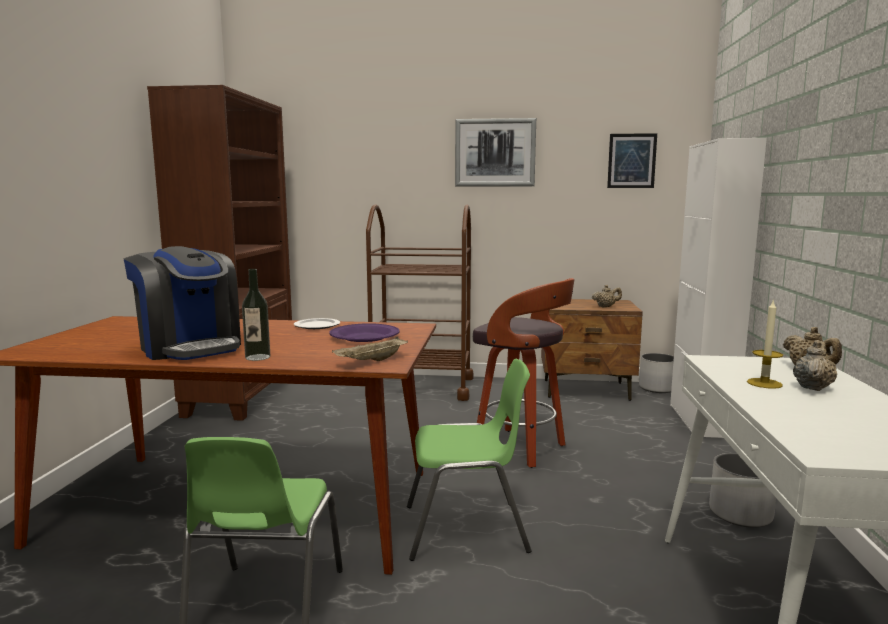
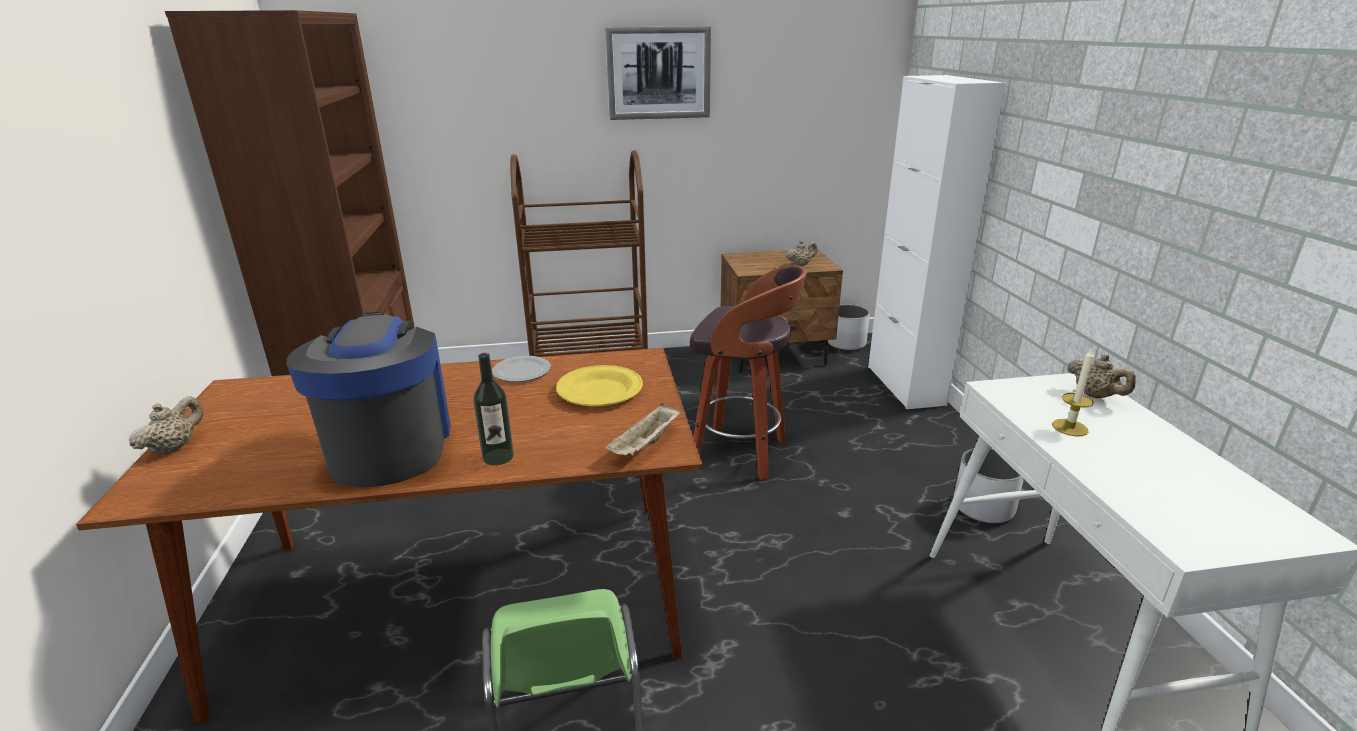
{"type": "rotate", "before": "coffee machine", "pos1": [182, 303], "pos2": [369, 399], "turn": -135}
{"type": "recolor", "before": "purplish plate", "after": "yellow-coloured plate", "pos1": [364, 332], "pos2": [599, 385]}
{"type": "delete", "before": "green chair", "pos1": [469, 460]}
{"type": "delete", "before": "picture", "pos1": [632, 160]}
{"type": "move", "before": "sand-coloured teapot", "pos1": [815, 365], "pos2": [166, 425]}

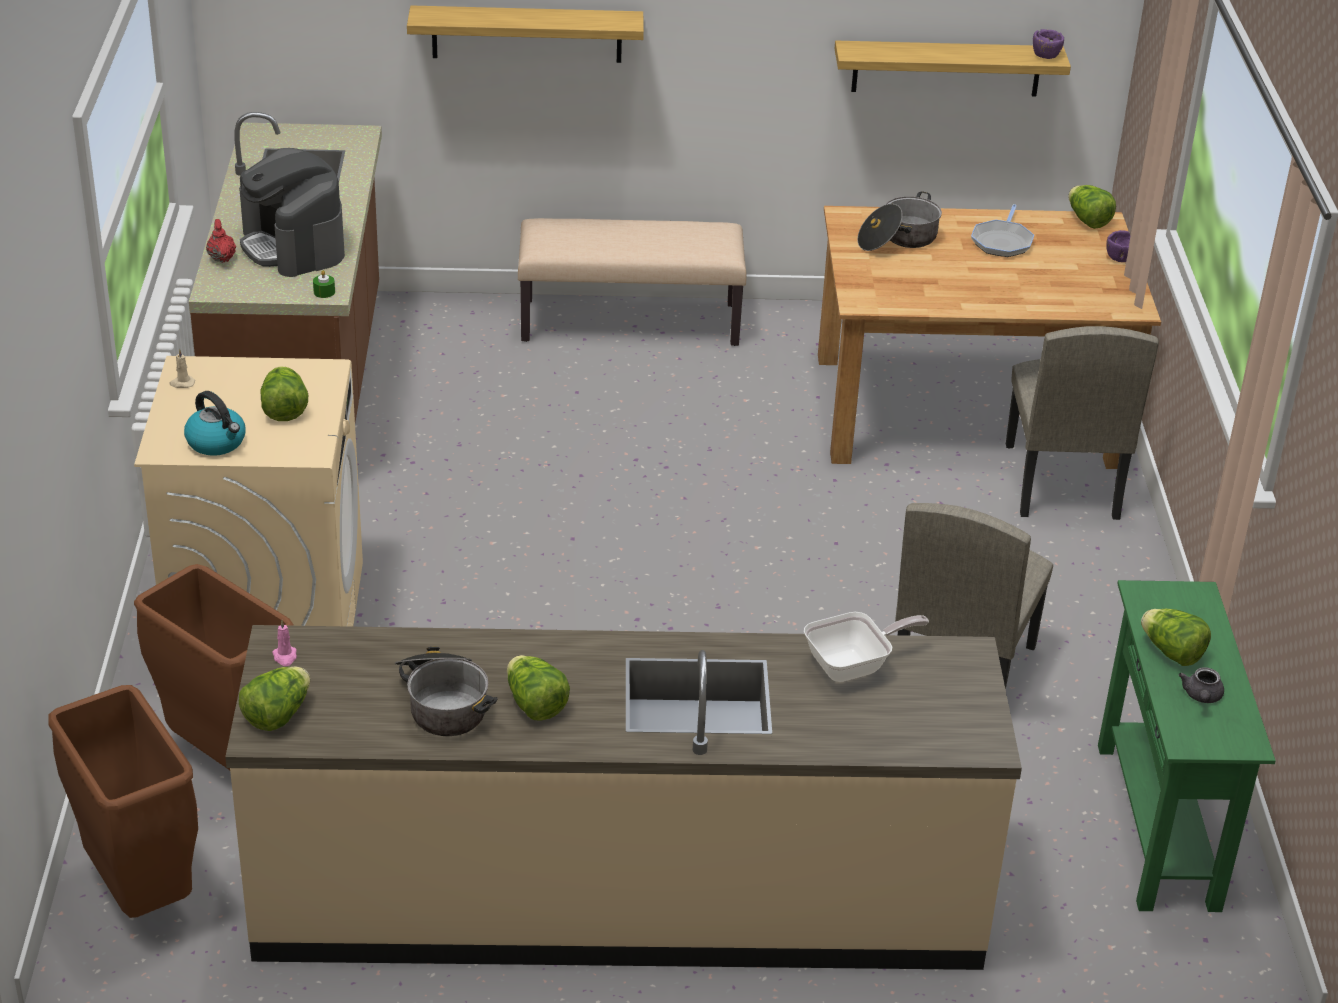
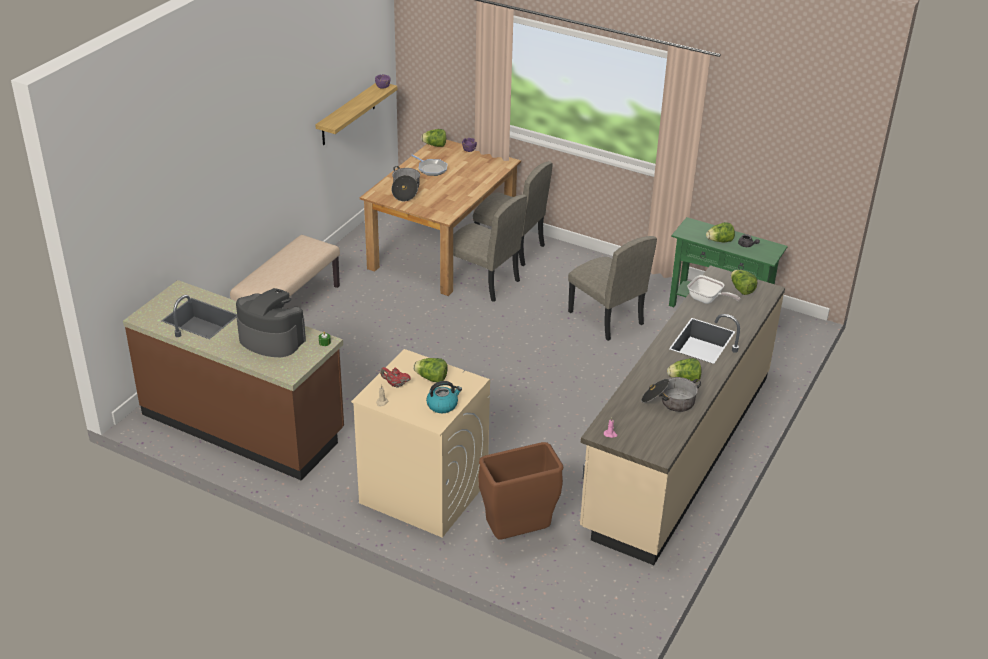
{"type": "delete", "before": "brownish trash can", "pos1": [123, 801]}
{"type": "move", "before": "red teapot", "pos1": [221, 241], "pos2": [395, 377]}
{"type": "rotate", "before": "coffee machine", "pos1": [292, 212], "pos2": [271, 322], "turn": -150}
{"type": "move", "before": "head of lettuce", "pos1": [274, 698], "pos2": [744, 282]}
{"type": "delete", "before": "wall shelf", "pos1": [525, 34]}
{"type": "rotate", "before": "frying pan", "pos1": [866, 647], "pos2": [714, 289], "turn": 120}
{"type": "insert", "after": "sand-coloured chair", "pos2": [490, 248]}

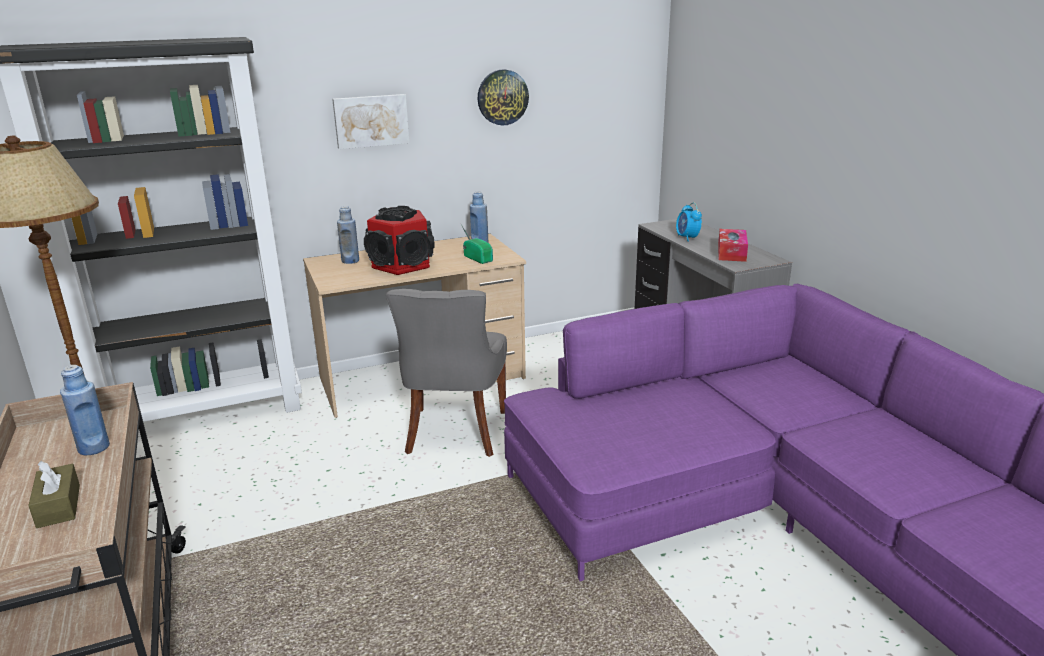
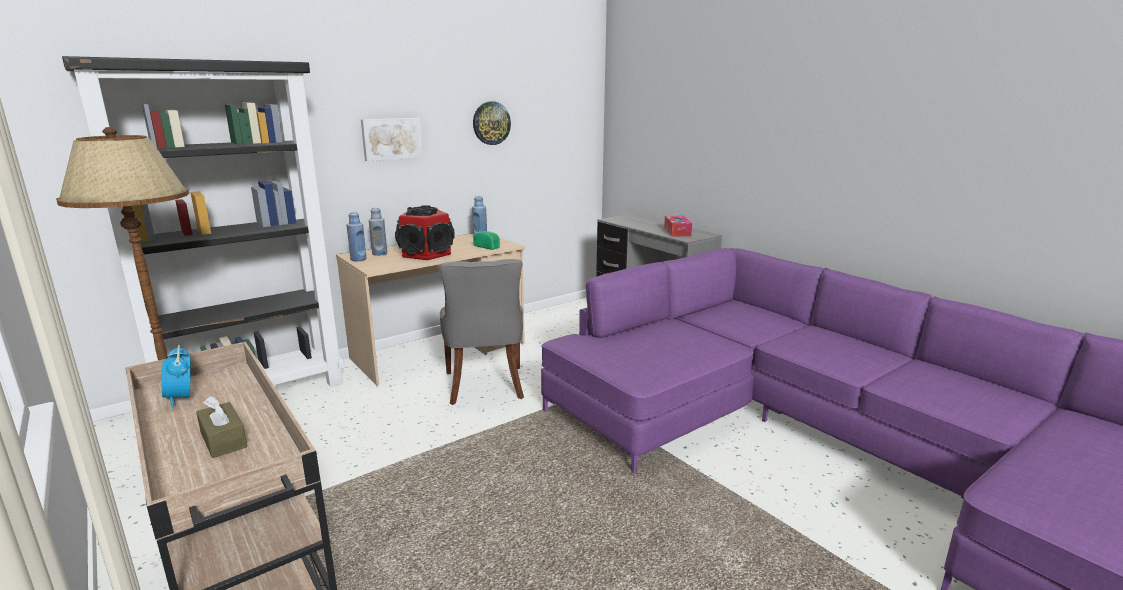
{"type": "move", "before": "bluish beverage bottle", "pos1": [85, 410], "pos2": [357, 236]}
{"type": "move", "before": "table clock", "pos1": [689, 222], "pos2": [176, 376]}

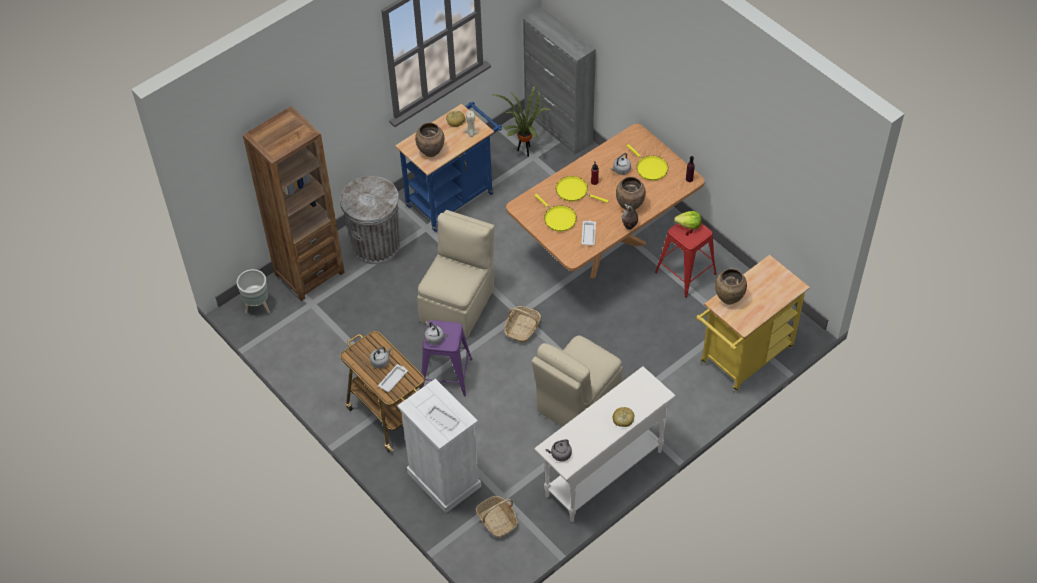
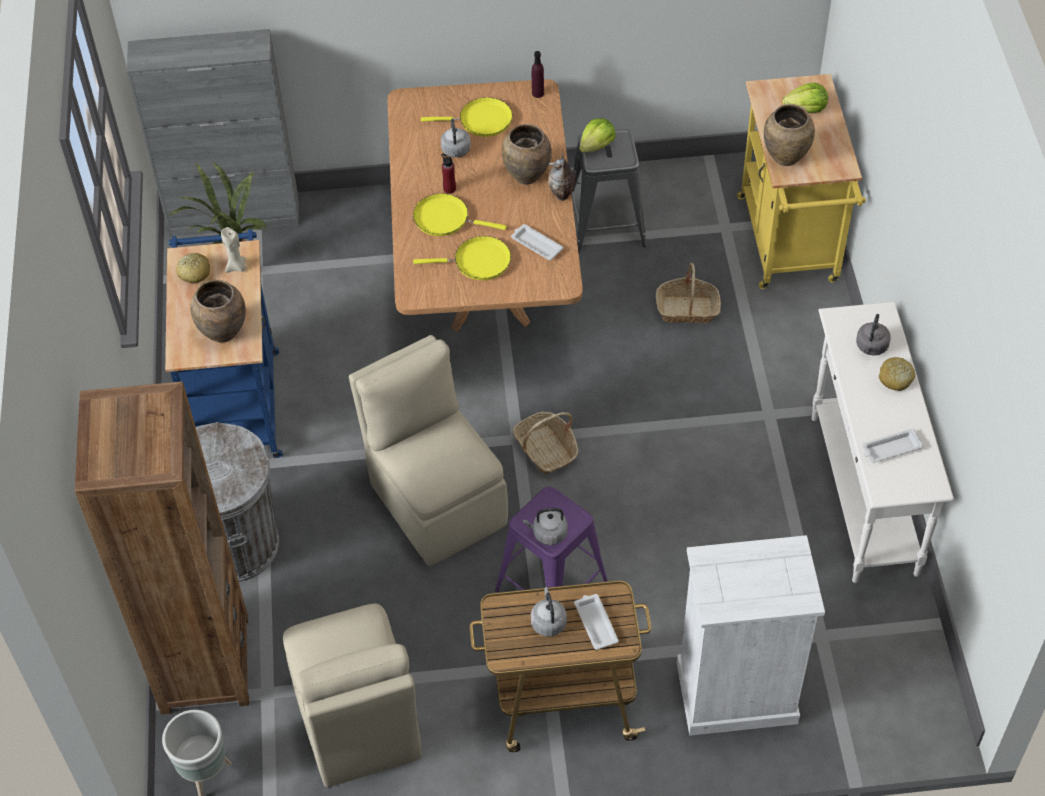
{"type": "move", "before": "white serving tray", "pos1": [443, 417], "pos2": [893, 445]}
{"type": "move", "before": "household basket", "pos1": [497, 516], "pos2": [688, 293]}
{"type": "move", "before": "sand-coloured chair", "pos1": [577, 381], "pos2": [352, 695]}
{"type": "move", "before": "greyish kettle", "pos1": [558, 450], "pos2": [873, 335]}
{"type": "rotate", "before": "yellow-coloured frying pan", "pos1": [582, 189], "pos2": [460, 215], "turn": 45}
{"type": "recolor", "before": "red stool seat", "after": "greyish stool seat", "pos1": [685, 260], "pos2": [609, 191]}
{"type": "insert", "after": "head of lettuce", "pos2": [805, 98]}

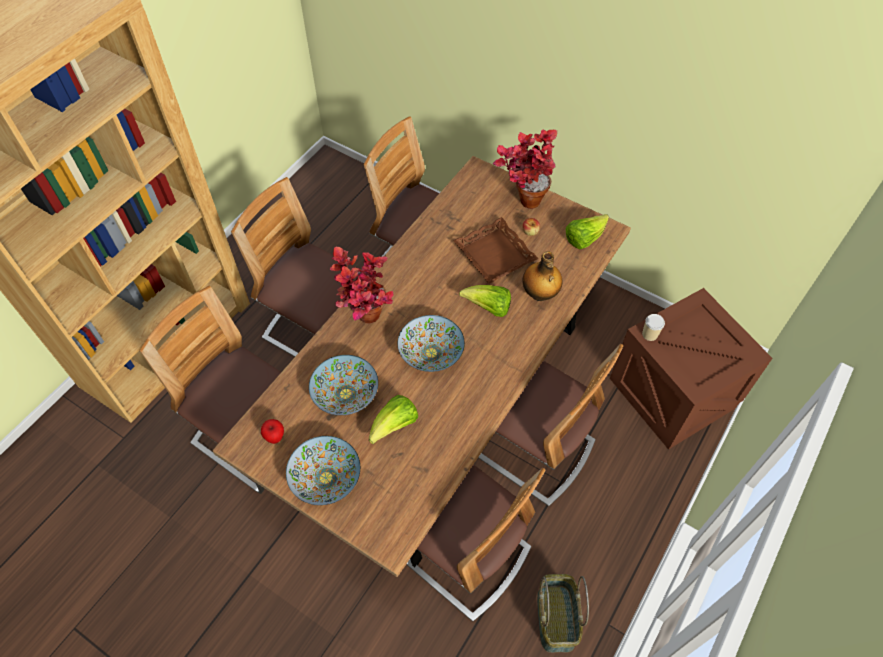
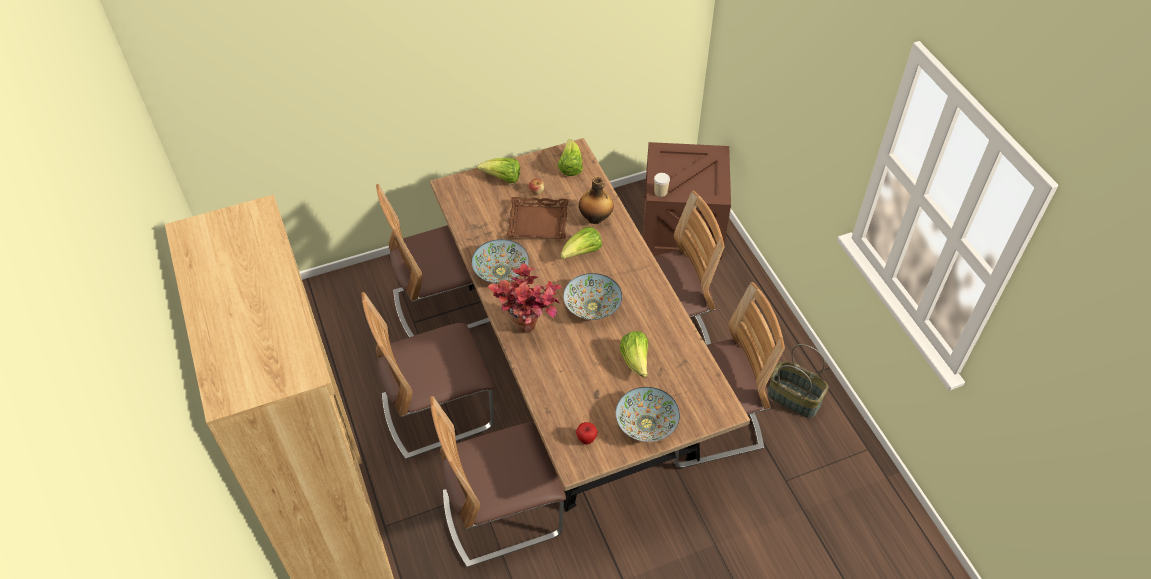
{"type": "move", "before": "deep dish", "pos1": [343, 385], "pos2": [500, 261]}
{"type": "replace", "before": "houseplant", "after": "head of lettuce", "pos1": [525, 169], "pos2": [498, 170]}

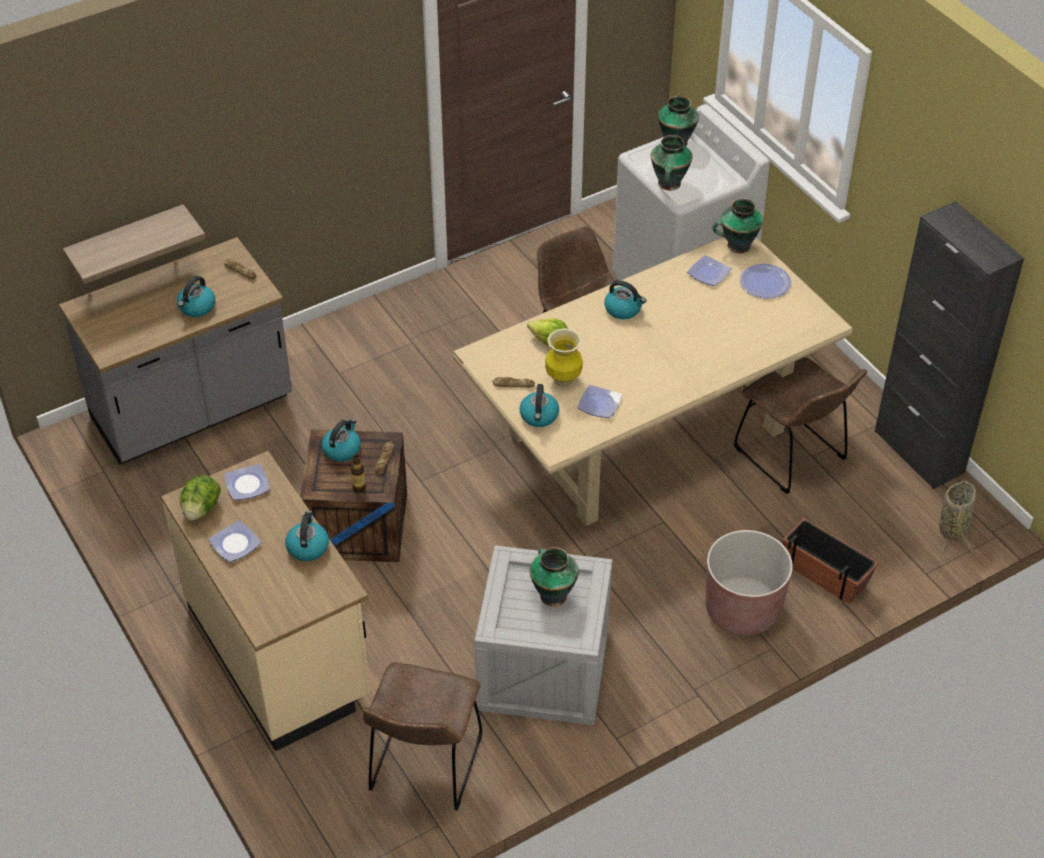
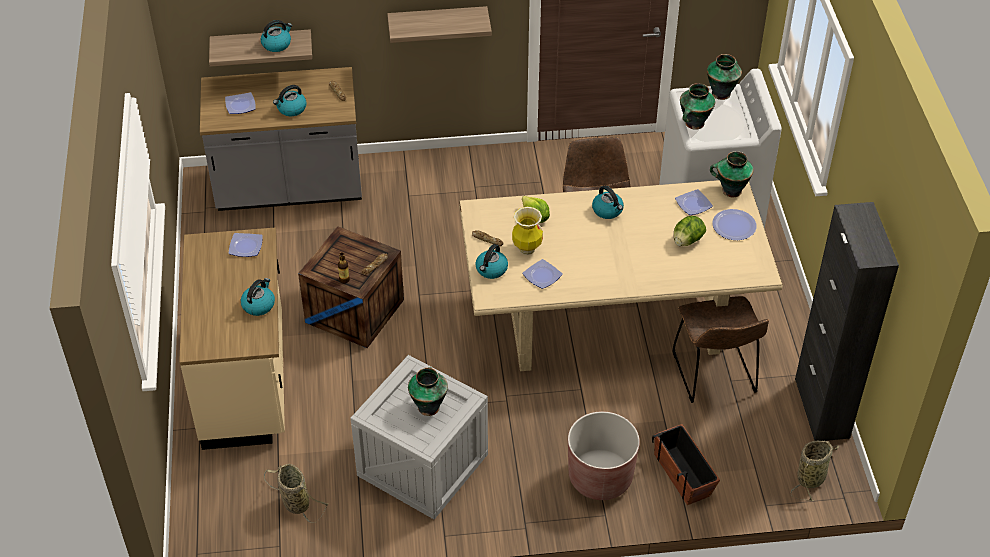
{"type": "move", "before": "head of lettuce", "pos1": [200, 497], "pos2": [690, 231]}
{"type": "move", "before": "plate", "pos1": [234, 541], "pos2": [240, 103]}
{"type": "move", "before": "kettle", "pos1": [341, 440], "pos2": [276, 36]}
{"type": "replace", "before": "brownish chair", "after": "household basket", "pos1": [422, 737], "pos2": [296, 493]}
{"type": "insert", "after": "wall shelf", "pos2": [439, 24]}

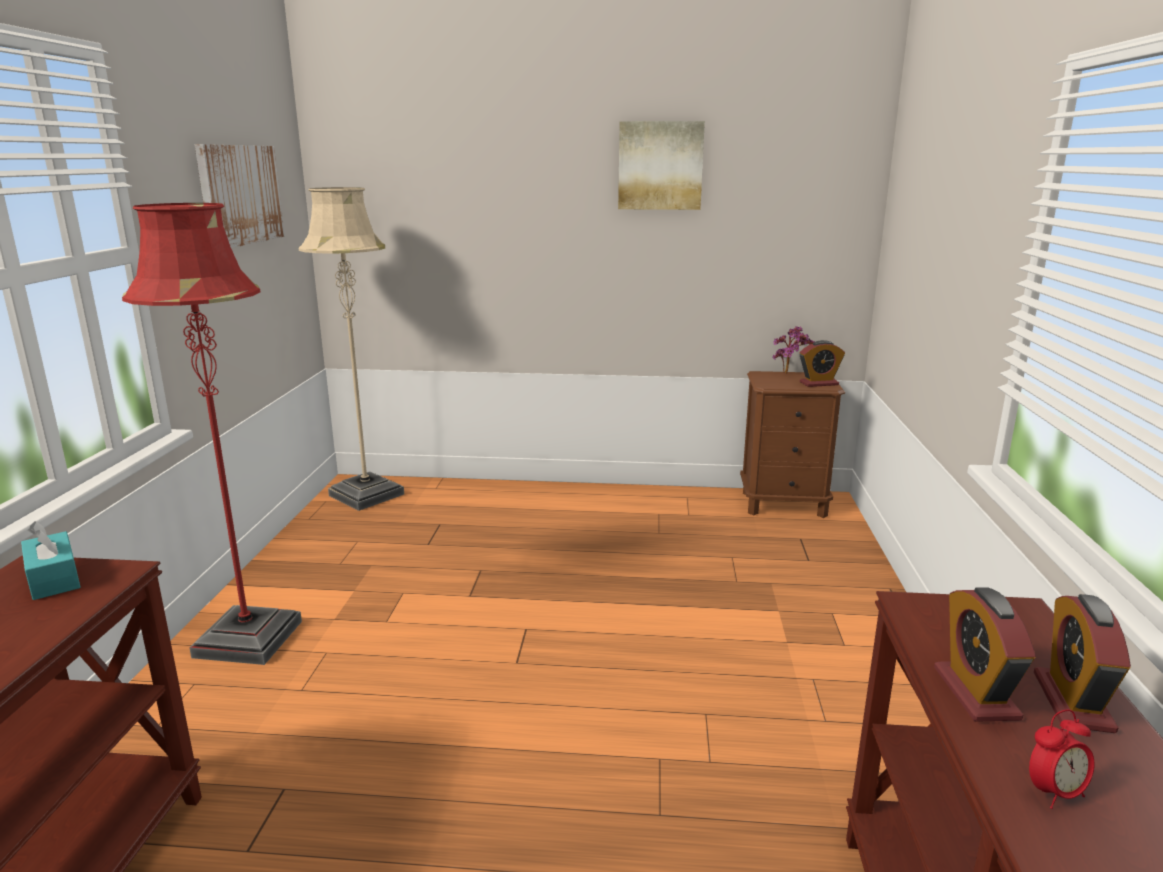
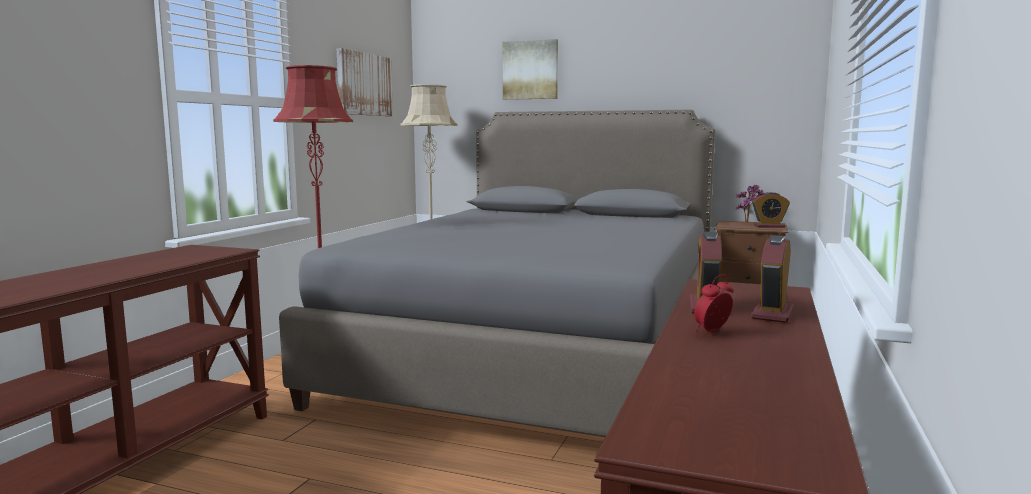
{"type": "delete", "before": "blue-green tissue box", "pos1": [51, 560]}
{"type": "move", "before": "picture", "pos1": [661, 165], "pos2": [530, 69]}
{"type": "rotate", "before": "table clock", "pos1": [1062, 759], "pos2": [714, 304], "turn": 150}
{"type": "insert", "after": "greyish bedroom bed", "pos2": [497, 273]}

